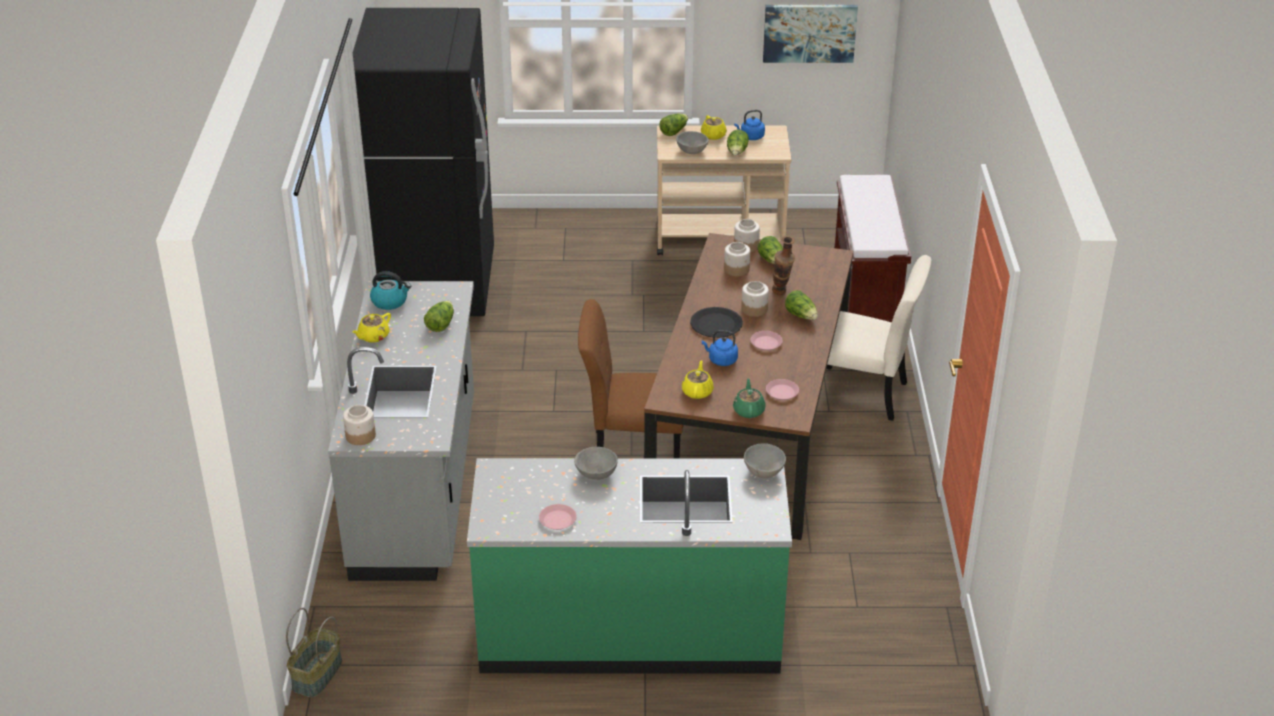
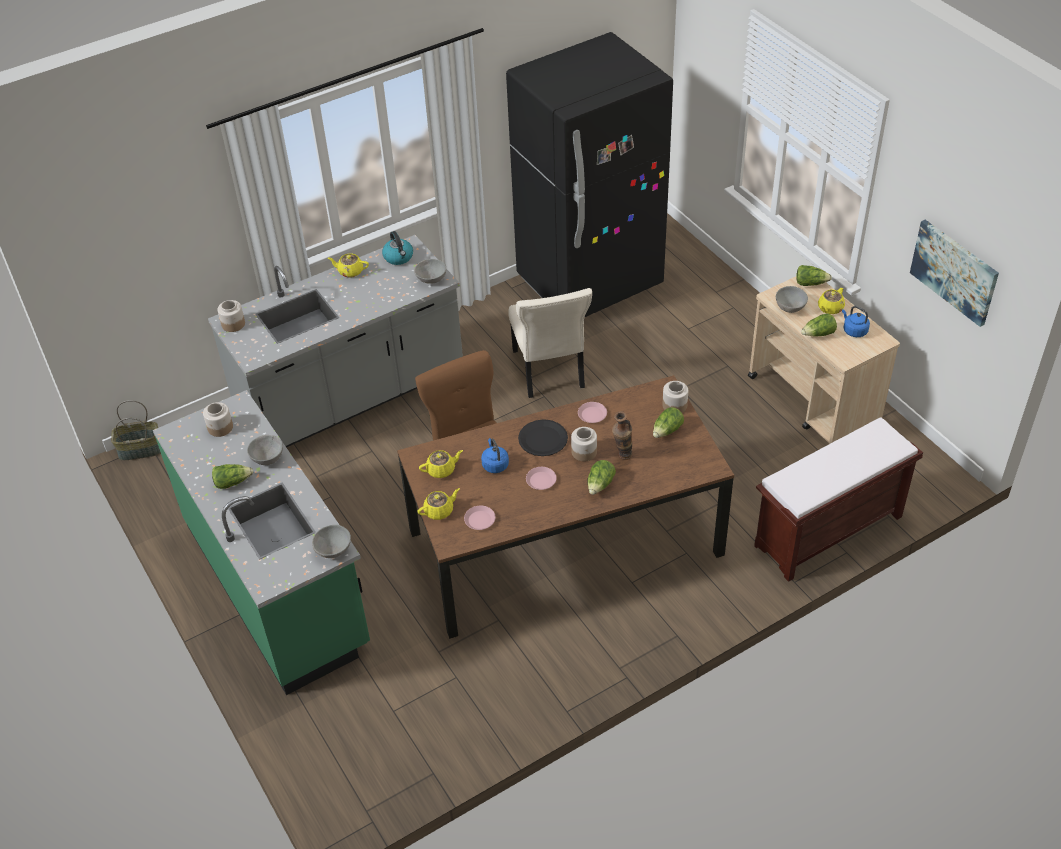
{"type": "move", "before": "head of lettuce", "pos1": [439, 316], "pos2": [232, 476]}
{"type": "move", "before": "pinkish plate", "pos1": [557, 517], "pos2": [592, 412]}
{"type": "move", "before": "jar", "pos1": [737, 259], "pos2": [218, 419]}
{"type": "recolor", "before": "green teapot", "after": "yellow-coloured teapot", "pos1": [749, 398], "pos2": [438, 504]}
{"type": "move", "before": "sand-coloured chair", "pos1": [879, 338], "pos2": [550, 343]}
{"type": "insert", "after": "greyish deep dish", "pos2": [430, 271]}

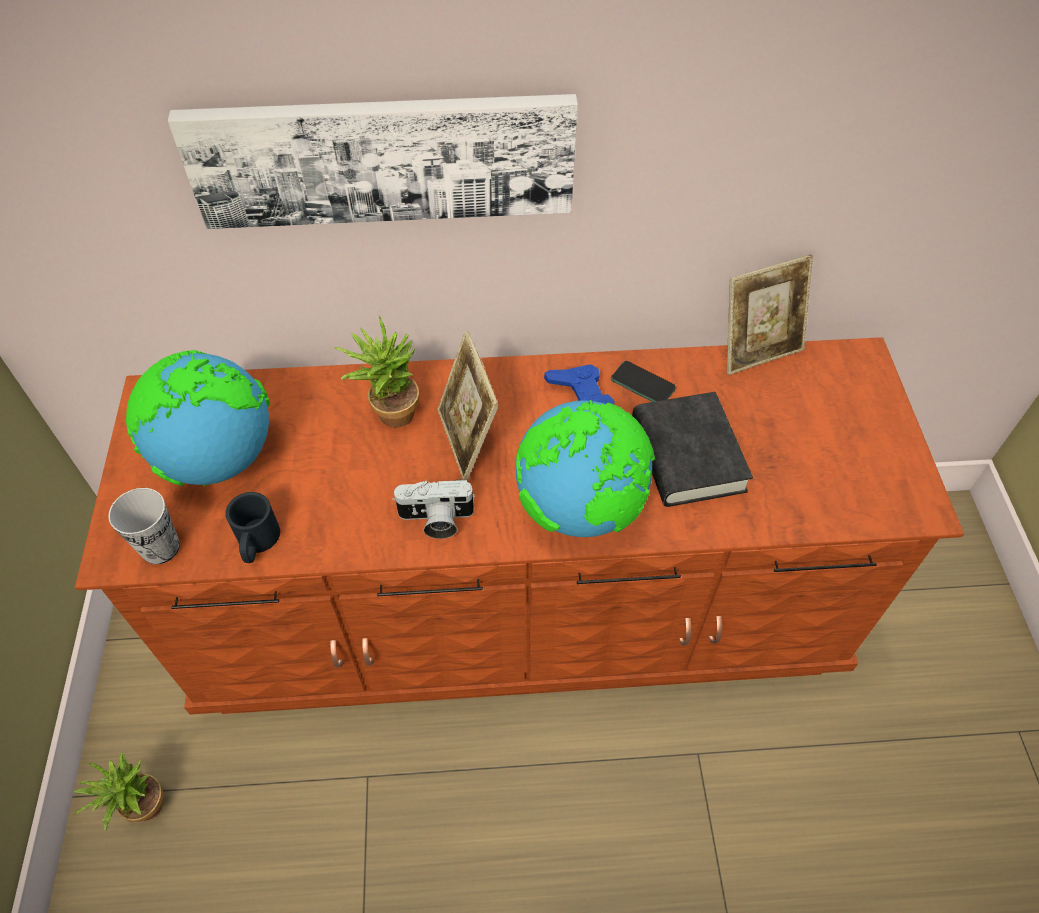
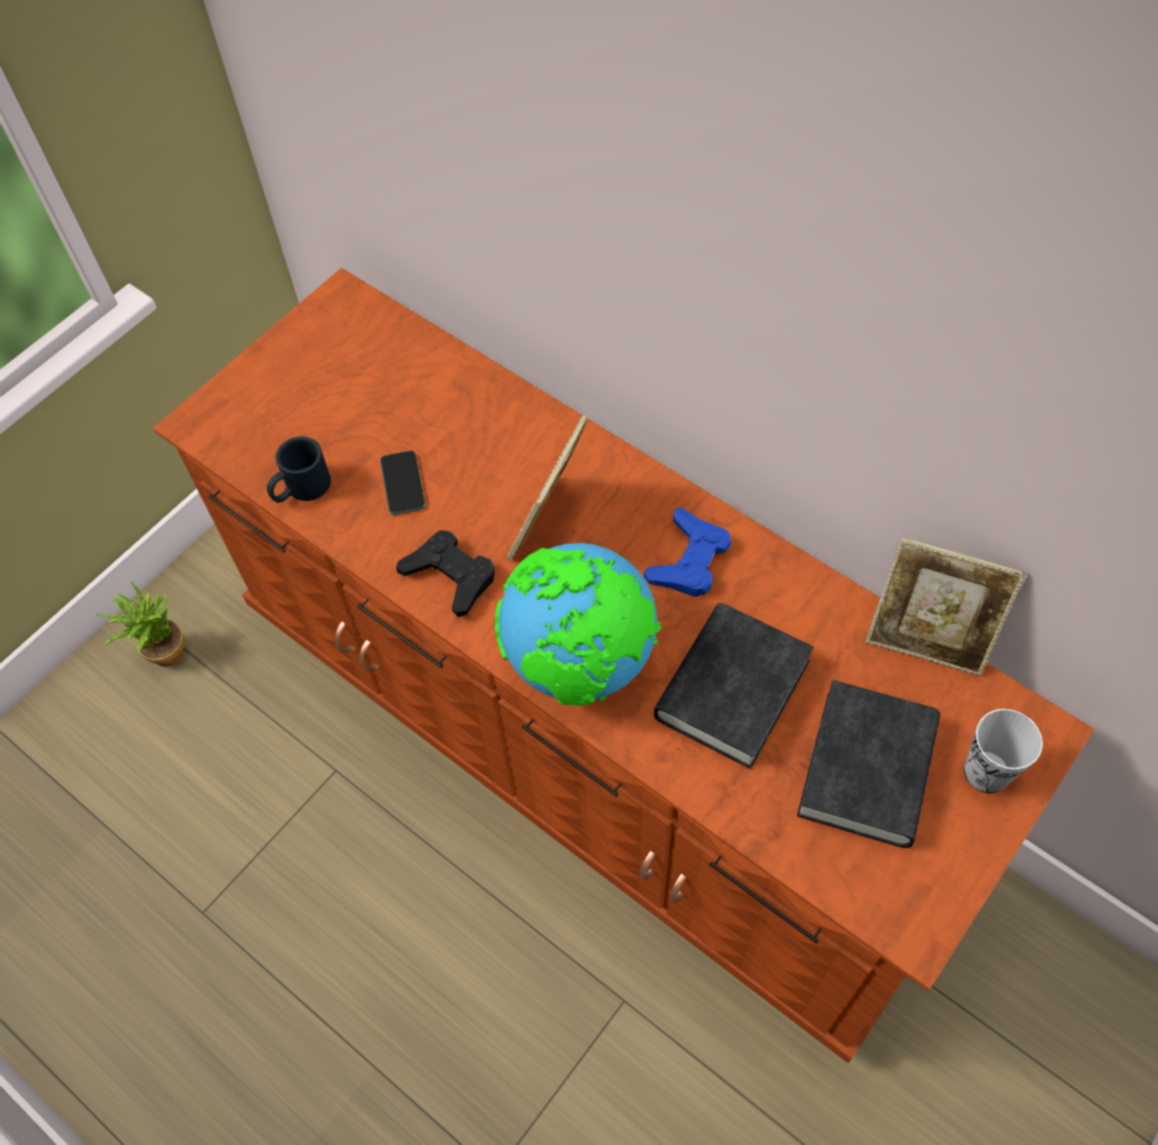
{"type": "move", "before": "small cup", "pos1": [144, 526], "pos2": [1003, 751]}
{"type": "delete", "before": "desk globe", "pos1": [198, 418]}
{"type": "delete", "before": "picture", "pos1": [373, 161]}
{"type": "delete", "before": "houseplant", "pos1": [376, 371]}
{"type": "replace", "before": "still camera", "after": "black game controller", "pos1": [434, 509], "pos2": [445, 573]}
{"type": "move", "before": "handset", "pos1": [643, 381], "pos2": [402, 483]}
{"type": "insert", "after": "black bound book", "pos2": [868, 764]}

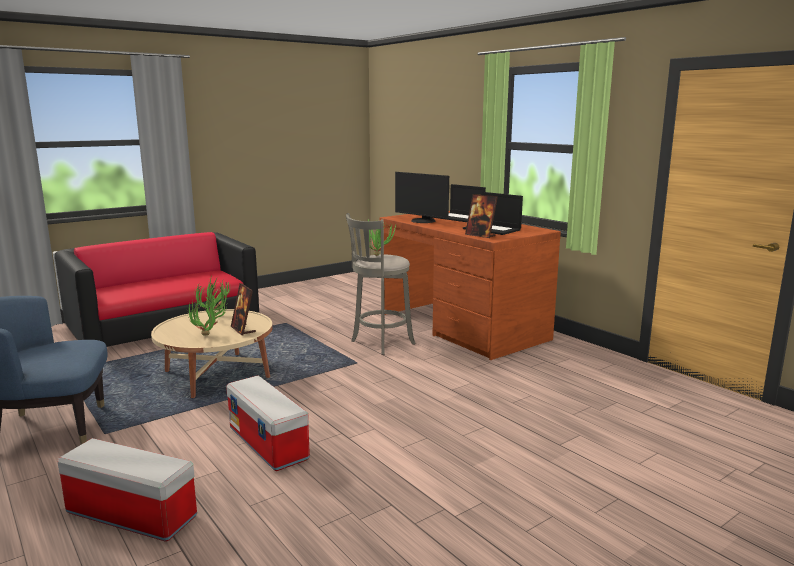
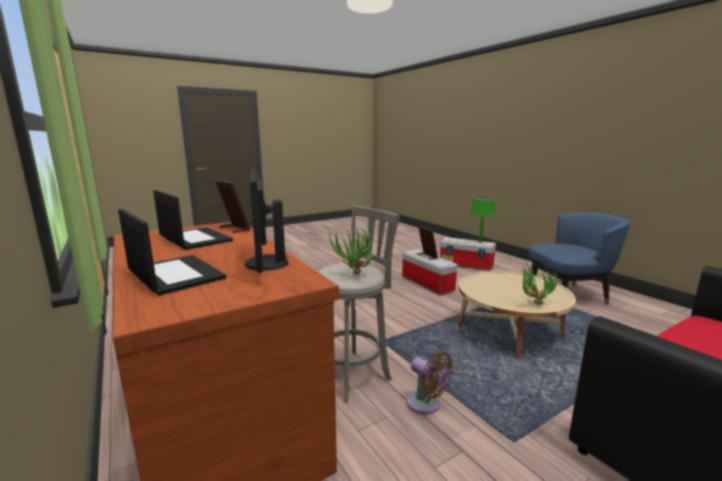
{"type": "delete", "before": "houseplant", "pos1": [207, 313]}
{"type": "move", "before": "picture frame", "pos1": [243, 309], "pos2": [427, 243]}
{"type": "rotate", "before": "computer screen", "pos1": [422, 197], "pos2": [266, 221], "turn": -150}
{"type": "insert", "after": "brownish cooling fan", "pos2": [429, 383]}
{"type": "insert", "after": "green lamp for a table", "pos2": [483, 220]}

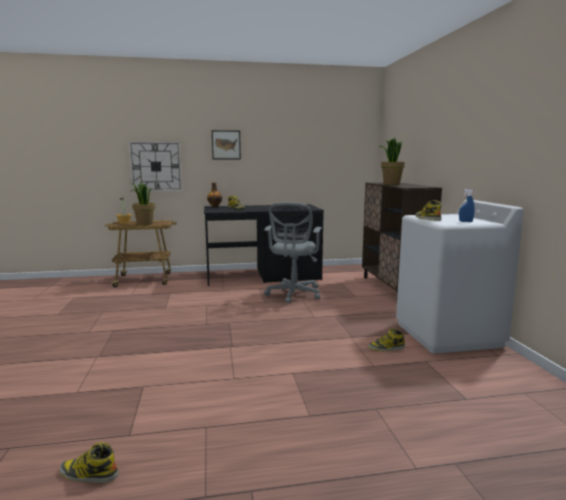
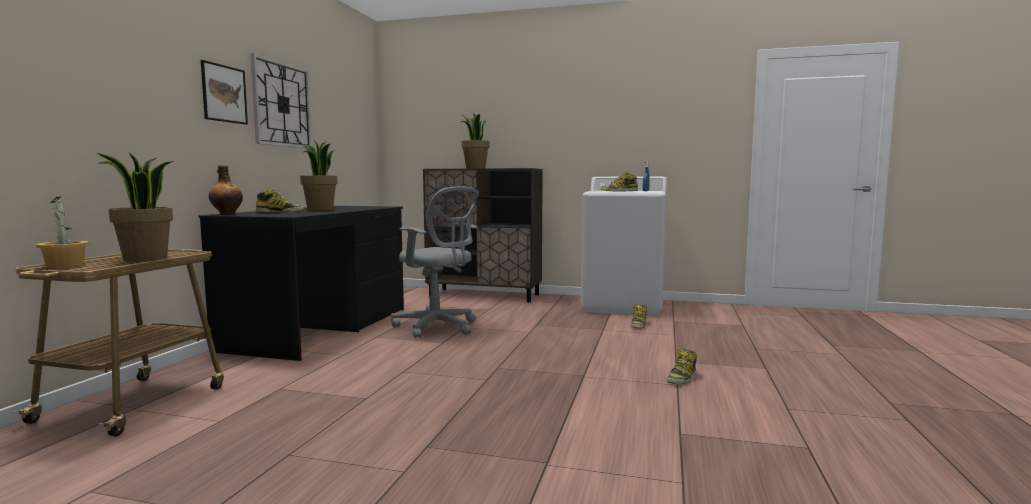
{"type": "move", "before": "high-top boot", "pos1": [89, 462], "pos2": [682, 366]}
{"type": "move", "before": "wall clock", "pos1": [155, 166], "pos2": [281, 100]}
{"type": "insert", "after": "houseplant", "pos2": [316, 174]}

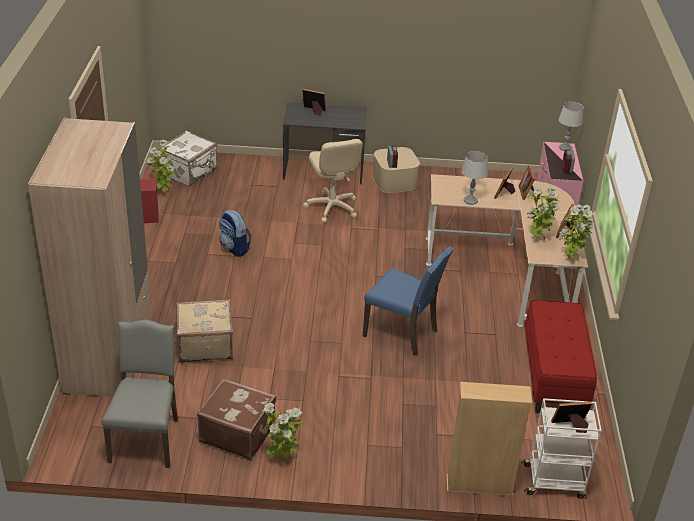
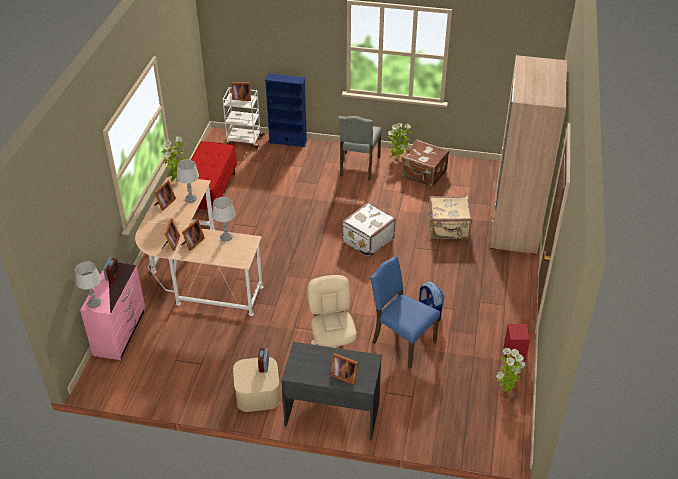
{"type": "move", "before": "greyish chair", "pos1": [140, 394], "pos2": [360, 148]}
{"type": "move", "before": "white piece of luggage", "pos1": [188, 158], "pos2": [369, 229]}
{"type": "move", "before": "bluish chair", "pos1": [408, 301], "pos2": [405, 312]}
{"type": "recolor", "before": "sand-coloured bookcase", "after": "bluish bookcase", "pos1": [489, 439], "pos2": [286, 110]}
{"type": "replace", "before": "houseplant", "after": "greyish lamp for a table", "pos1": [543, 213], "pos2": [188, 180]}

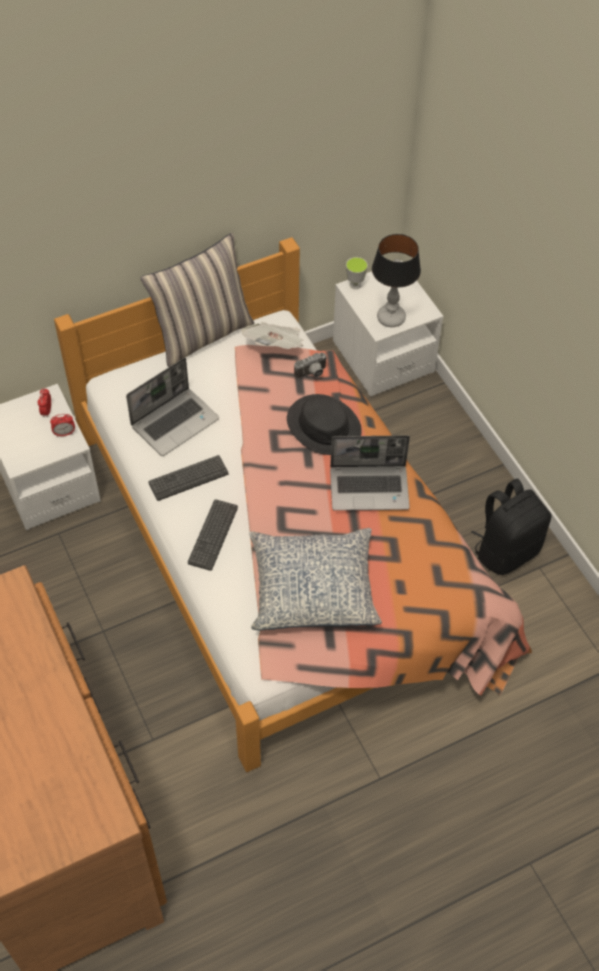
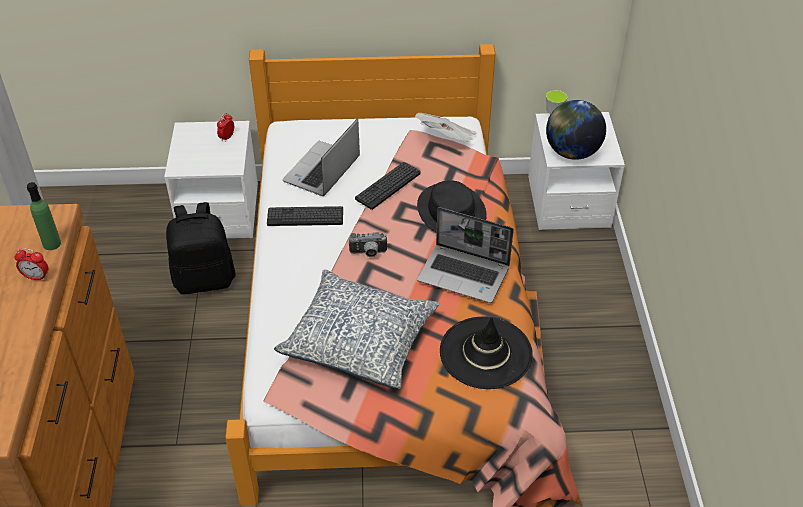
{"type": "move", "before": "table clock", "pos1": [62, 425], "pos2": [31, 264]}
{"type": "rotate", "before": "notebook computer", "pos1": [172, 407], "pos2": [321, 157], "turn": 135}
{"type": "delete", "before": "pillow", "pos1": [197, 300]}
{"type": "move", "before": "PC keyboard", "pos1": [213, 535], "pos2": [388, 186]}
{"type": "move", "before": "still camera", "pos1": [310, 365], "pos2": [368, 244]}
{"type": "replace", "before": "lamp for a table", "after": "desk globe", "pos1": [396, 280], "pos2": [576, 130]}
{"type": "move", "before": "black knapsack", "pos1": [511, 527], "pos2": [201, 248]}
{"type": "insert", "after": "green beverage bottle", "pos2": [44, 216]}
{"type": "insert", "after": "black clothing hat", "pos2": [486, 352]}

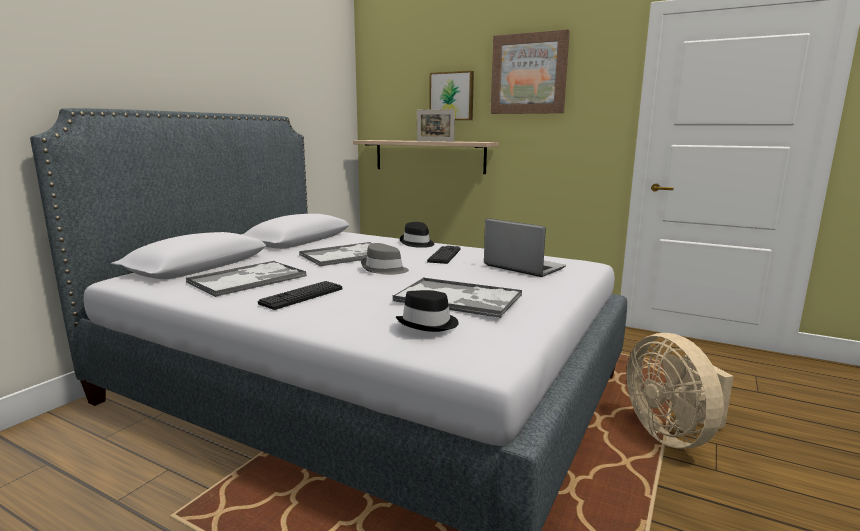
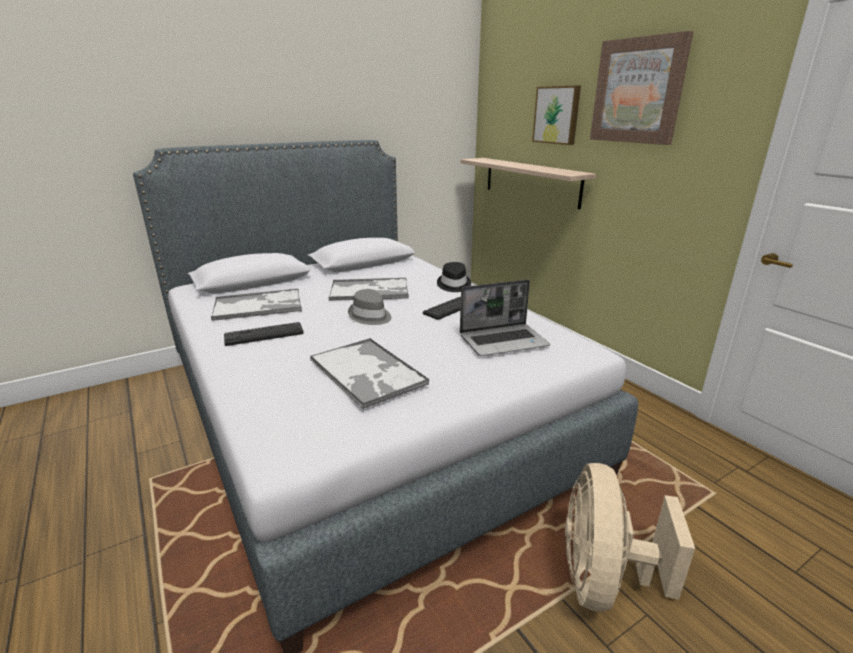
{"type": "delete", "before": "black clothing hat", "pos1": [427, 311]}
{"type": "delete", "before": "picture frame", "pos1": [436, 125]}
{"type": "rotate", "before": "notebook computer", "pos1": [525, 247], "pos2": [505, 318], "turn": 90}

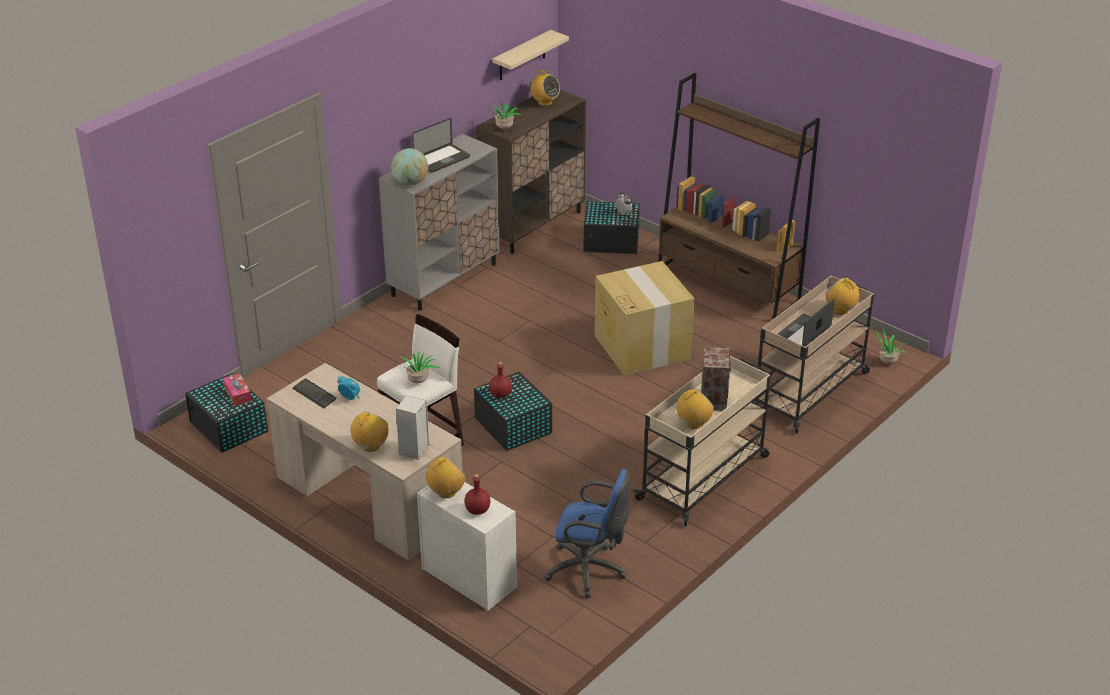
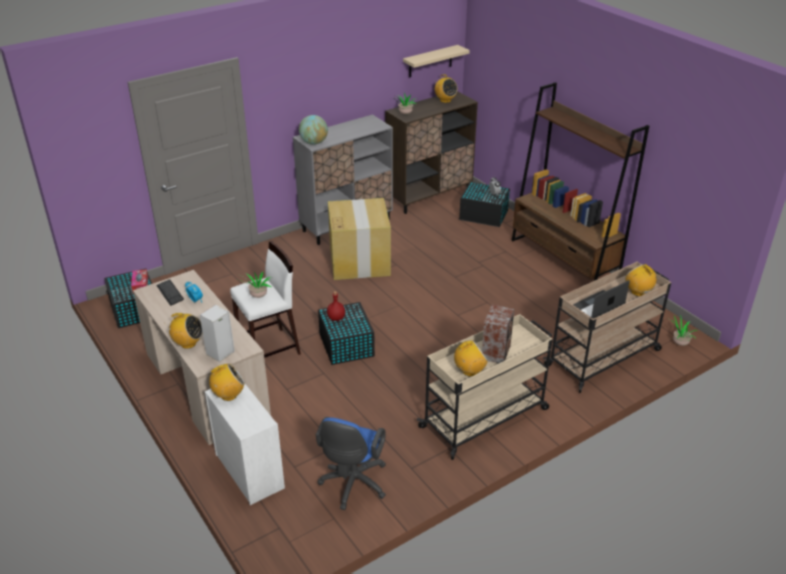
{"type": "rotate", "before": "radio", "pos1": [370, 432], "pos2": [184, 331], "turn": 60}
{"type": "delete", "before": "notebook computer", "pos1": [441, 145]}
{"type": "delete", "before": "red beverage bottle", "pos1": [477, 494]}
{"type": "rotate", "before": "bluish desk chair", "pos1": [587, 533], "pos2": [351, 463], "turn": 75}
{"type": "move", "before": "packing box", "pos1": [645, 318], "pos2": [359, 239]}

